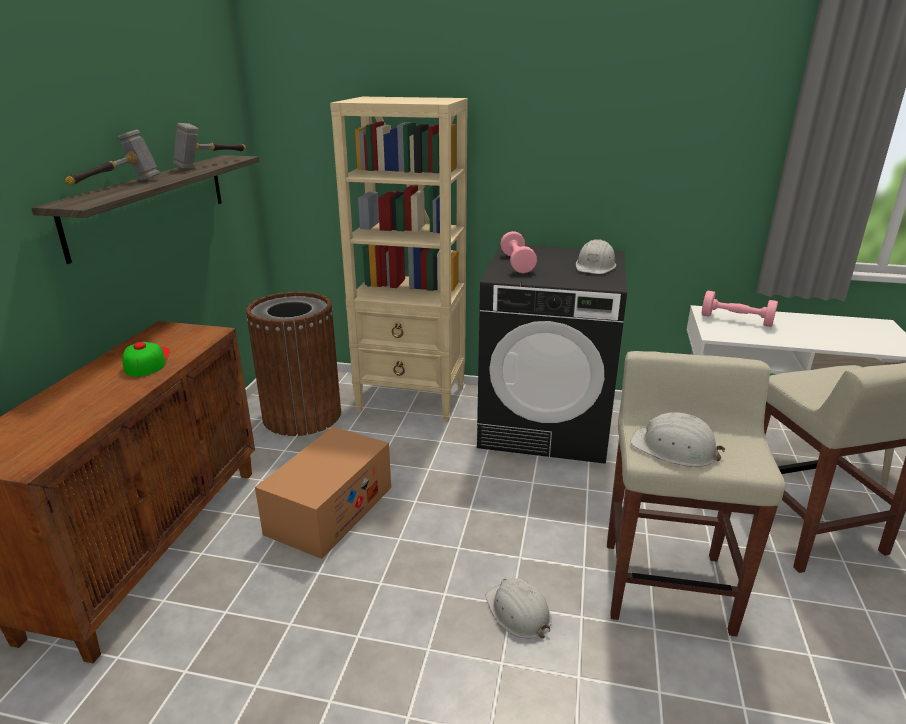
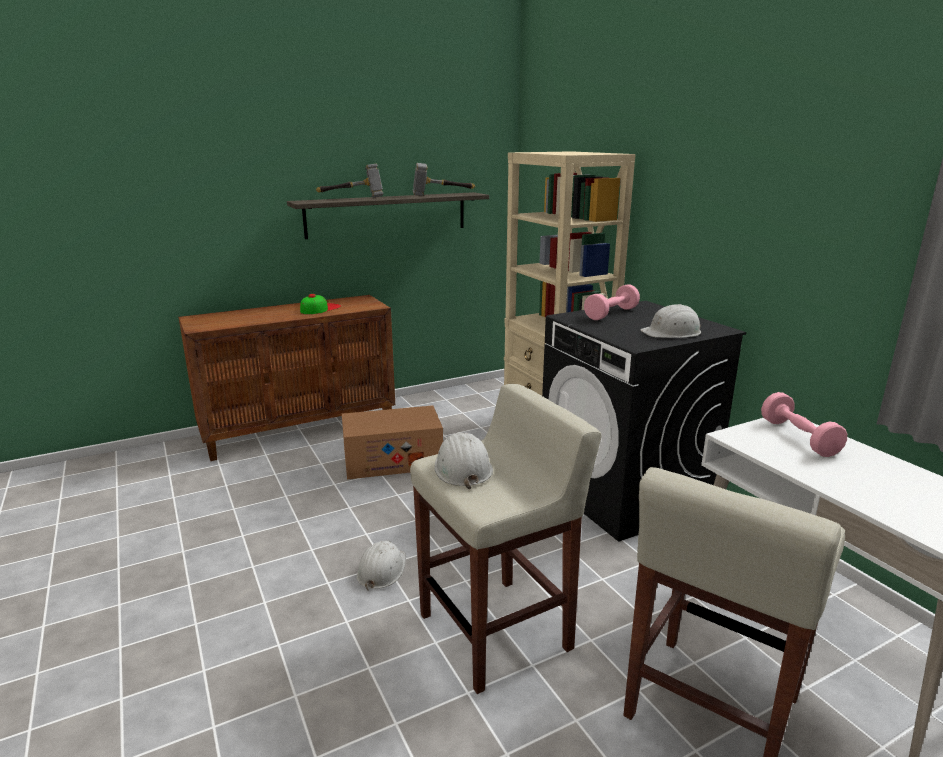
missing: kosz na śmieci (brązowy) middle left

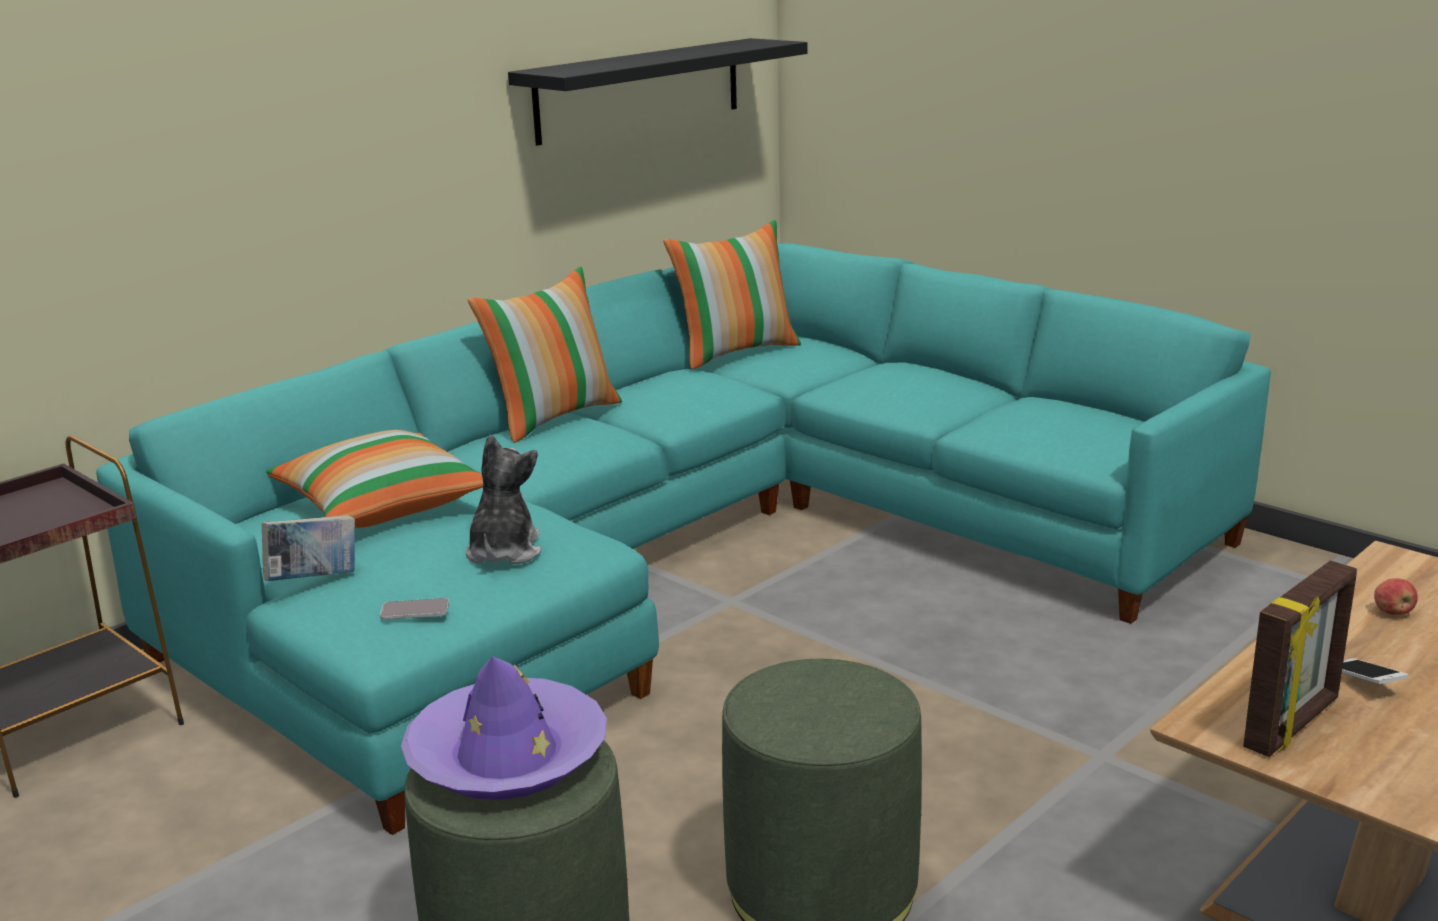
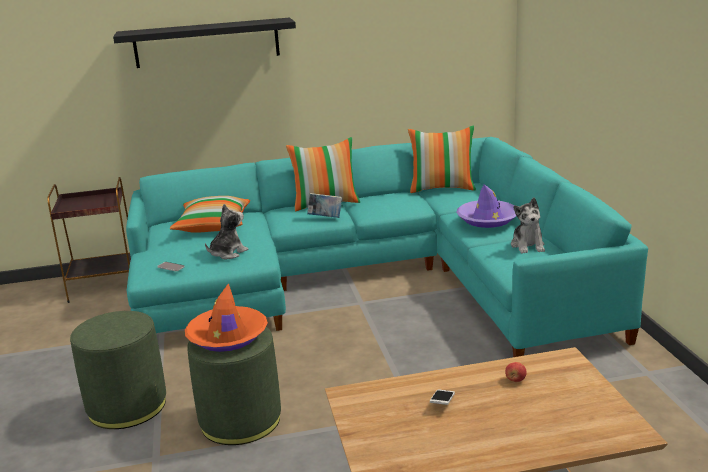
missing: ramka na zdjęcie bottom right
appeared: kapelusz (pomarańczowy) bottom left; pluszak (no. 2 from left) middle right
relocated: półka (czarny) top centre to top left; książka middle left to centre; kapelusz (fioletowy) bottom centre to middle right

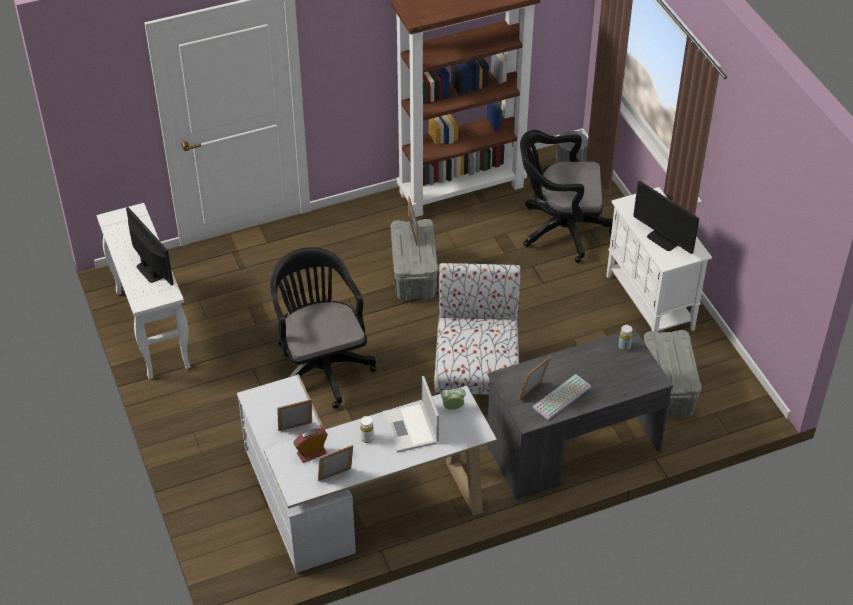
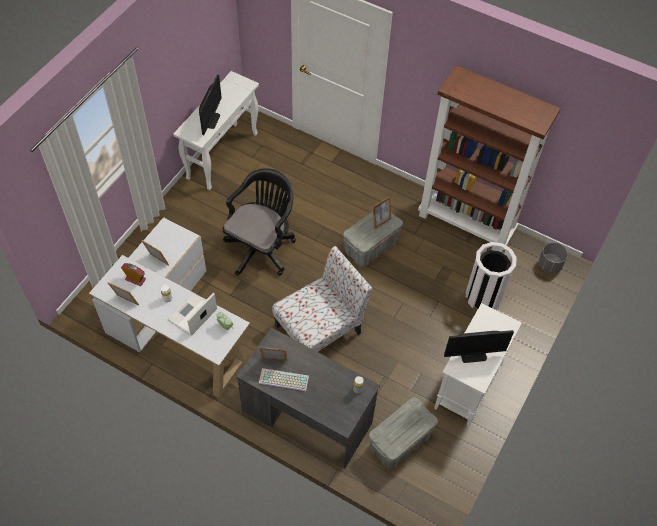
exchanged: krzesło biurowe (czarny) (no. 2 from left) top centre to kosz na śmieci (biały) middle right
spun: monitor (no. 2 from left) middle right = middle right 105 degrees counterclockwise

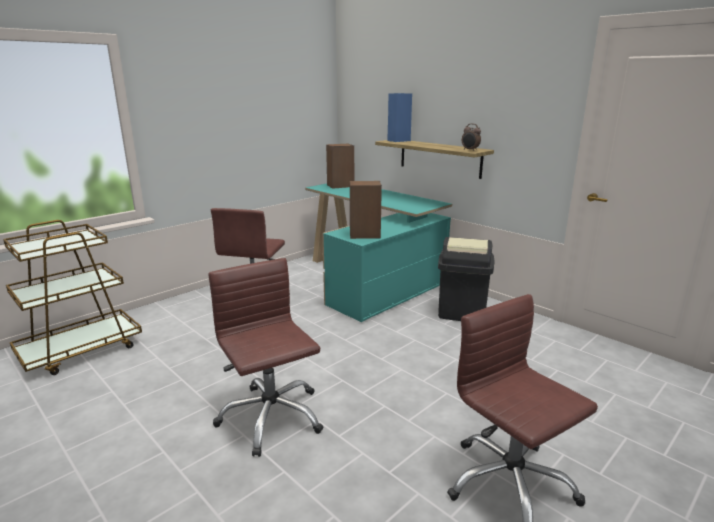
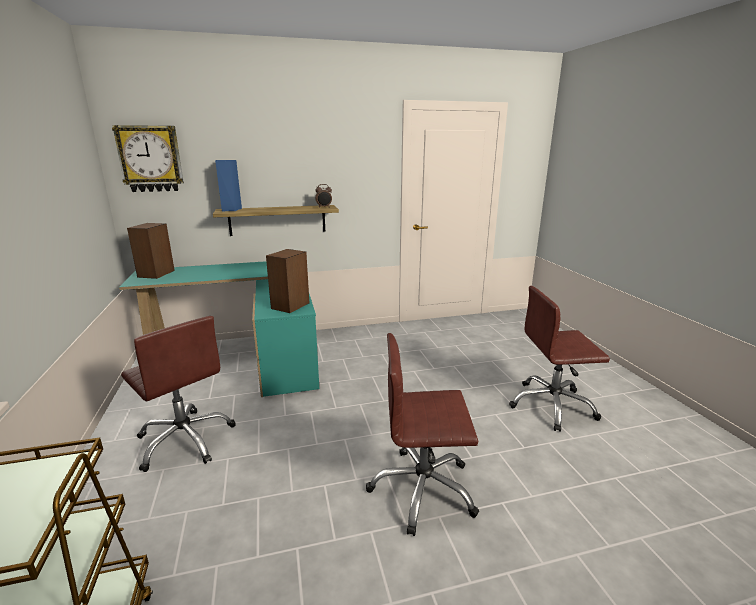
missing: kosz na śmieci (czarny) centre
appeared: zegar ścienny top left

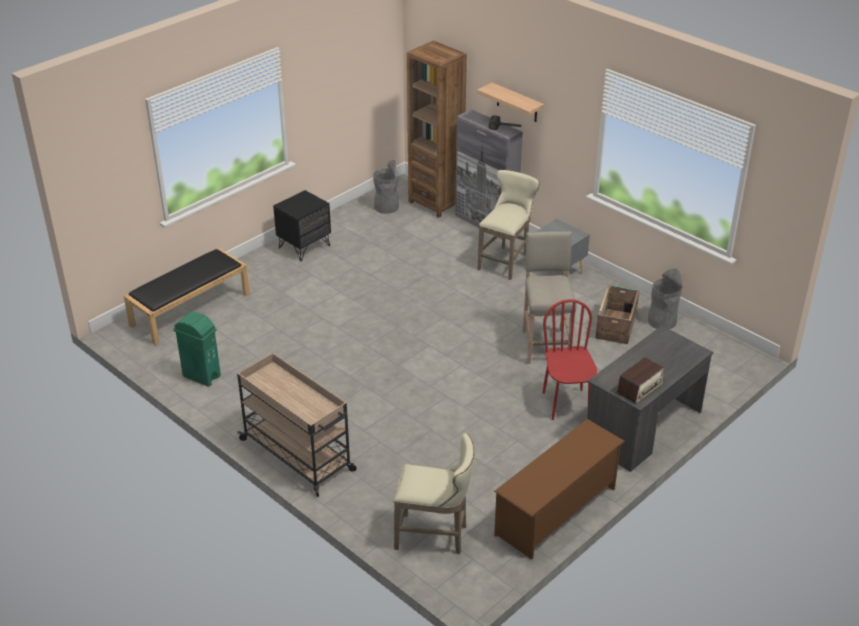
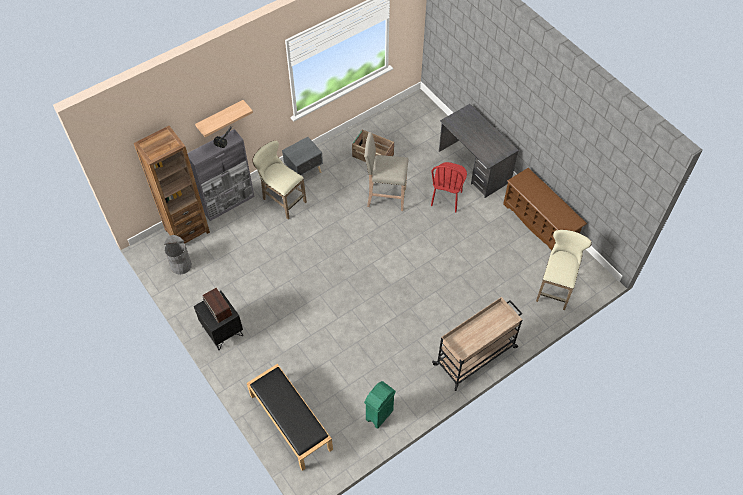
missing: kosz na śmieci (szary) (no. 2 from left) middle right
relocated: radio middle right to middle left
spun: krzesło (czerwony) centre = centre 75 degrees counterclockwise

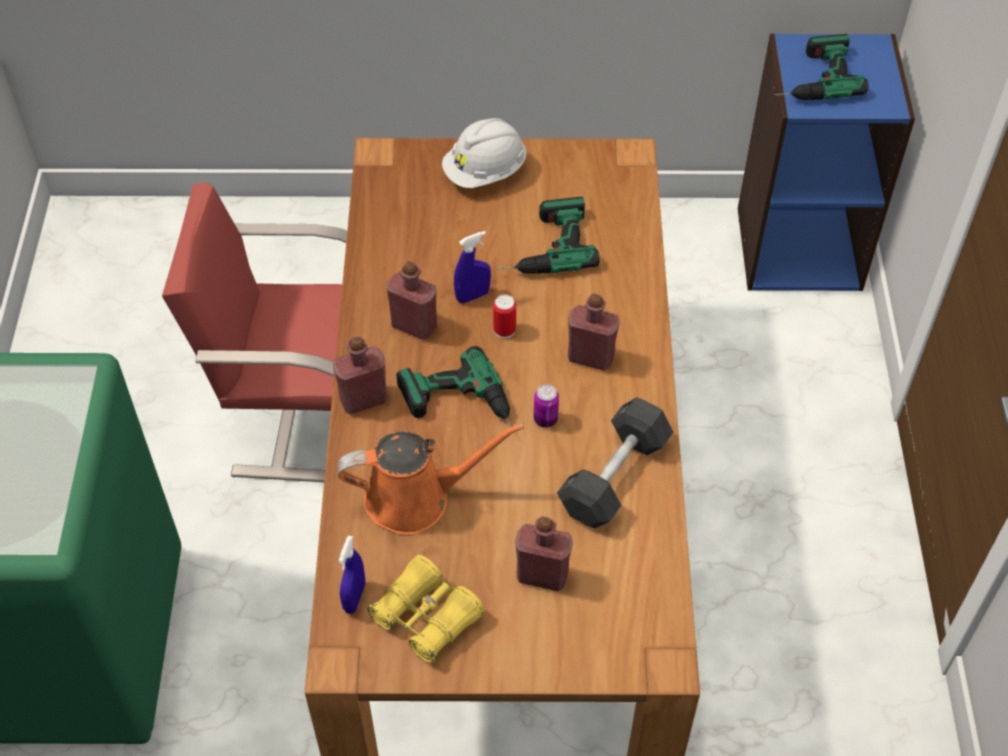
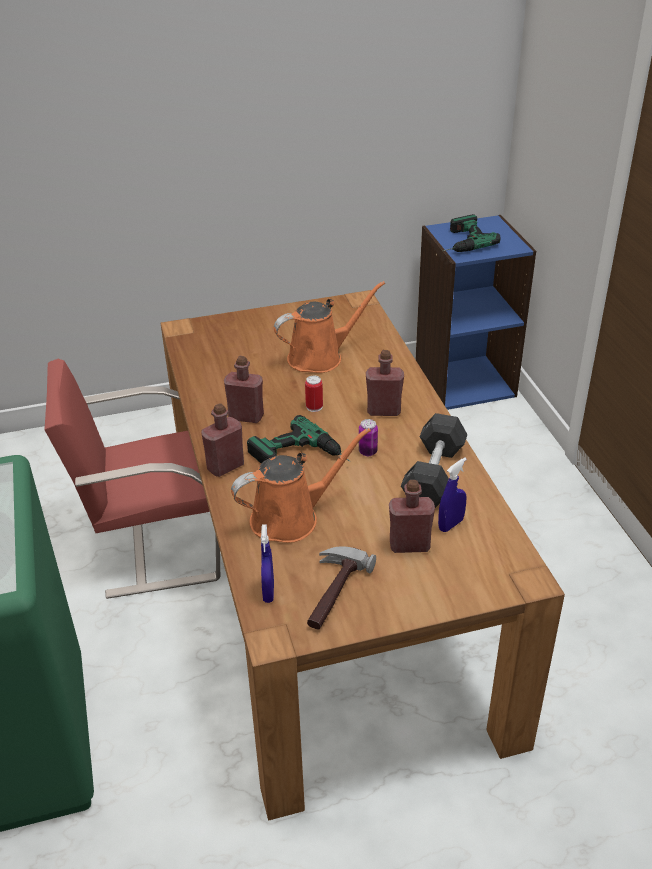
missing: kask (biały) top centre
relocated: spryskiwacz (niebieski) (no. 2 from left) centre to middle right
exchanged: wiertarka (no. 2 from left) top centre to konewka (pomarańczowy) (no. 2 from left) centre; lornetka (żółty) bottom centre to młotek bottom centre

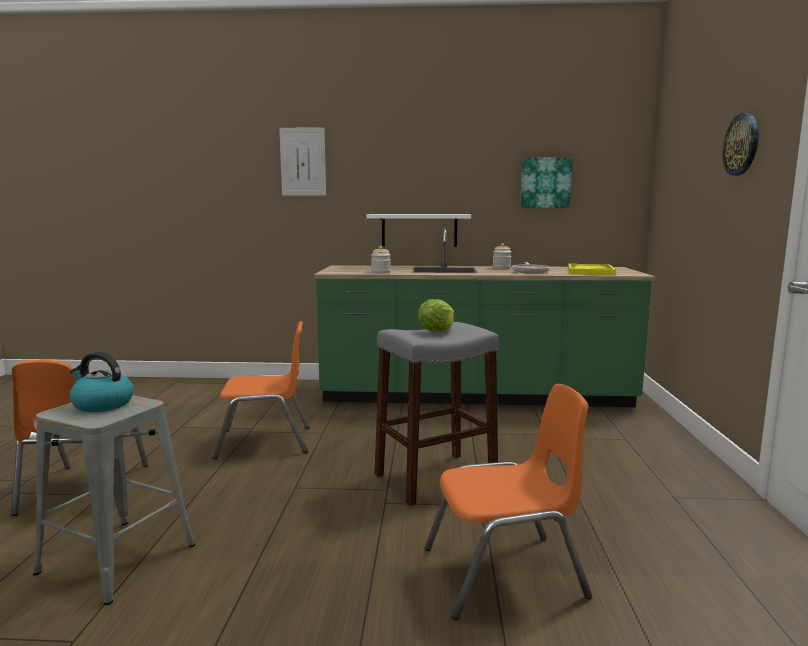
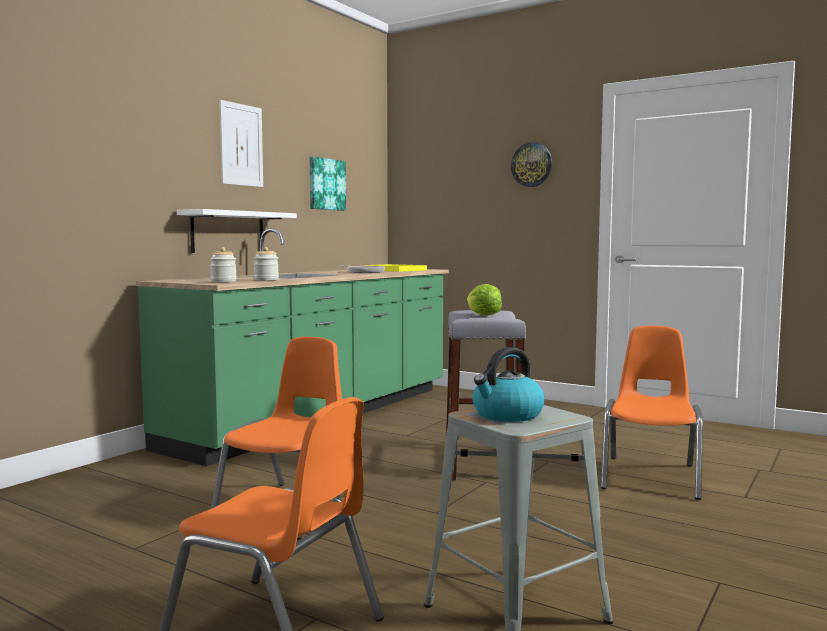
relocated: słoik (no. 2 from left in the first image) centre to słoik (no. 1 from left) middle left; obraz (no. 1 from left) top centre to top left

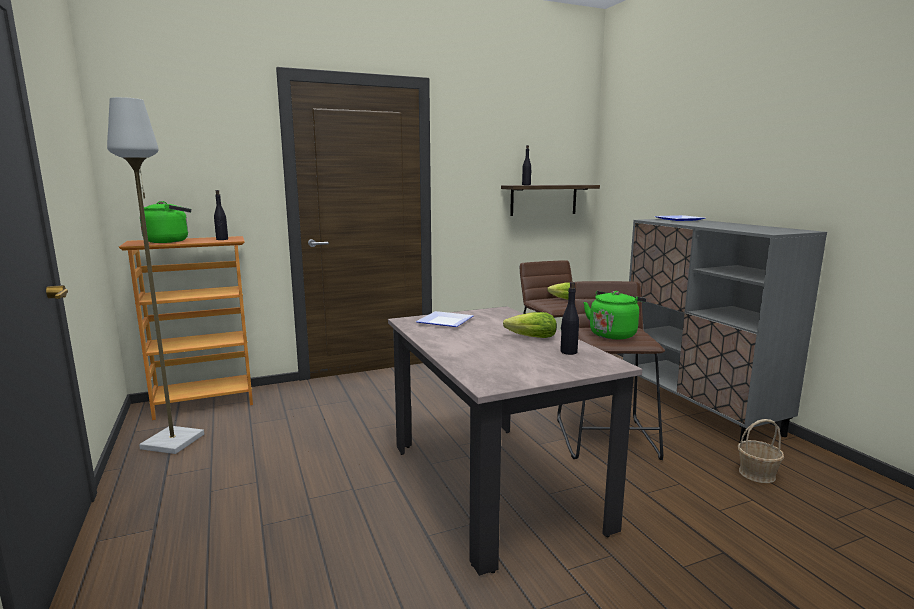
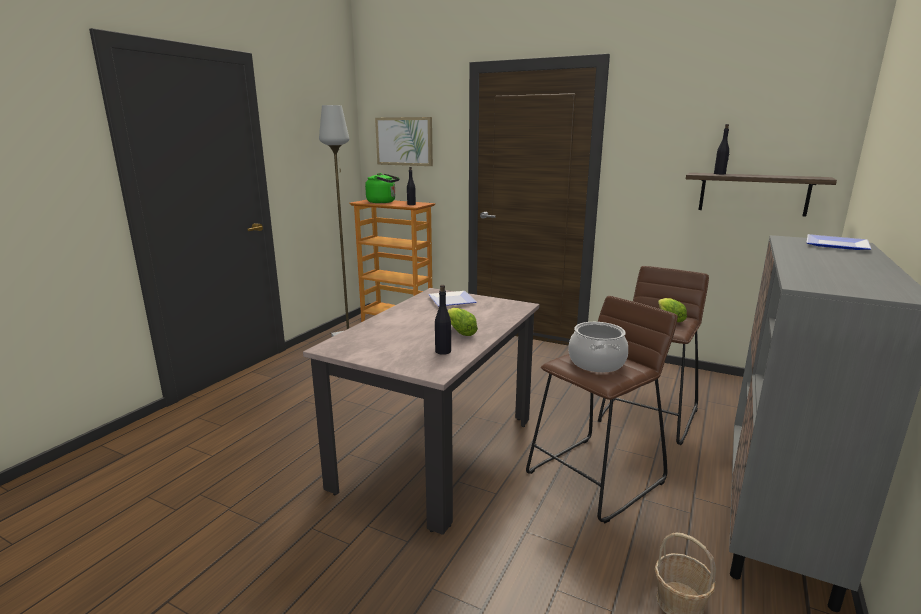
appeared: obraz top centre
exchanged: czajnik (zielony) (no. 2 from left) middle right to garnek centre

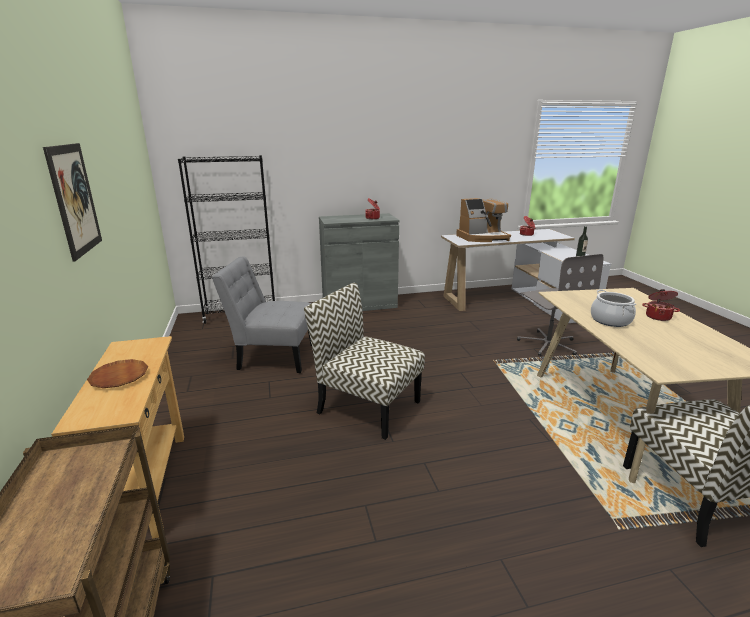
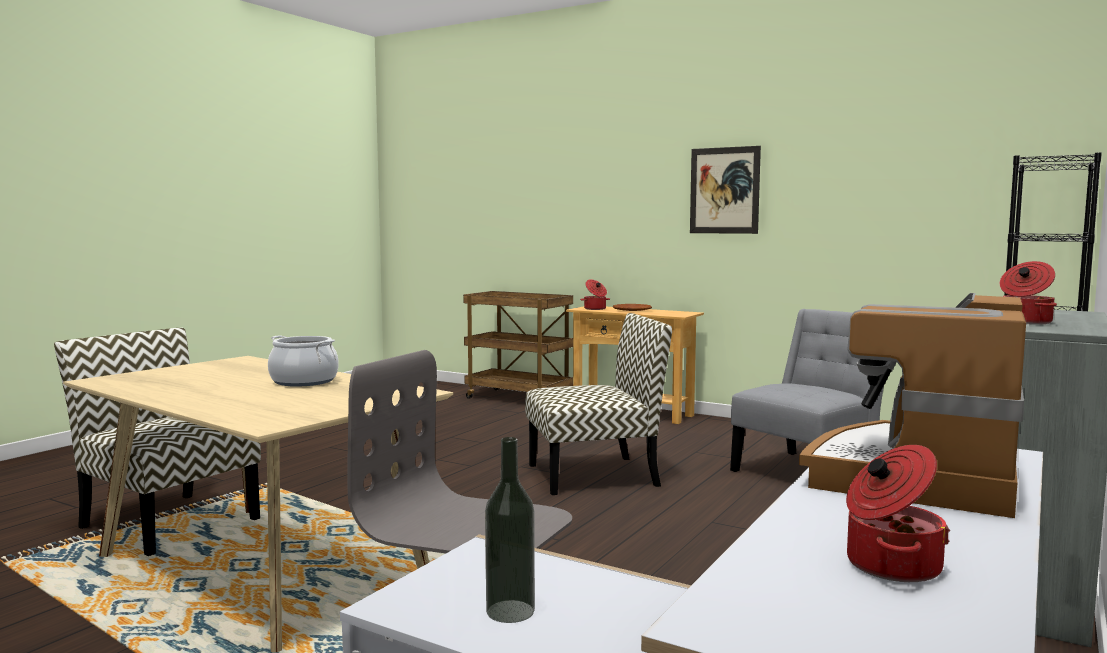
relocated: garnek (no. 4 from left in the first image) middle right to garnek (no. 2 from left) centre

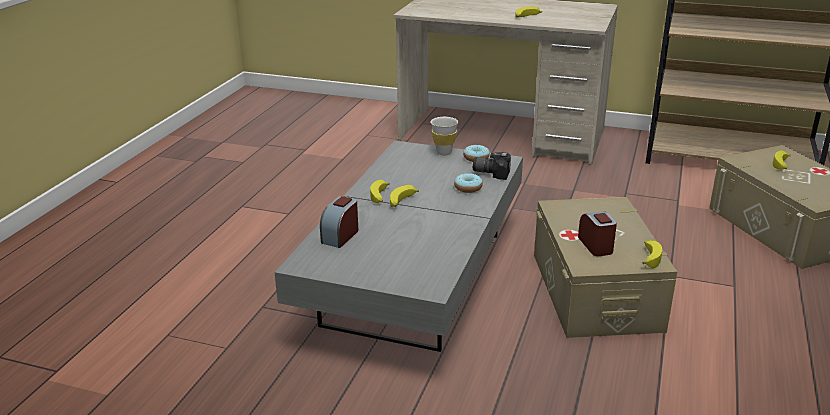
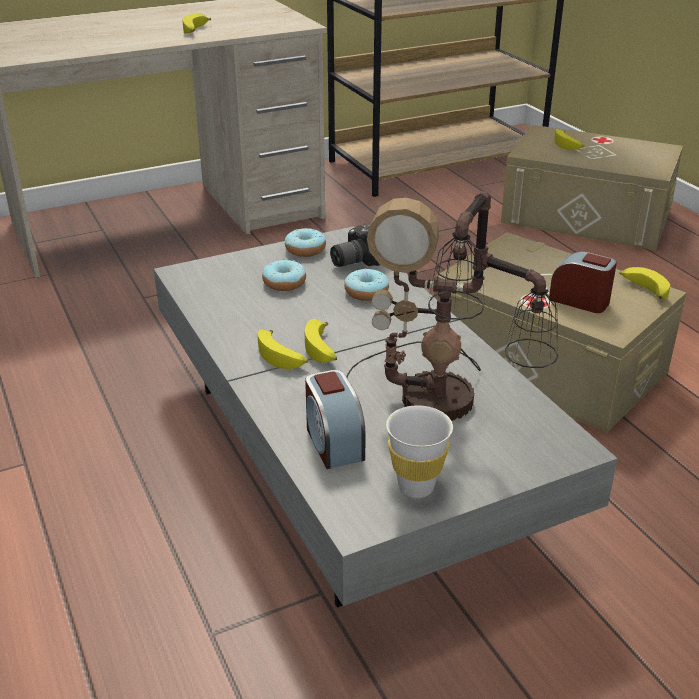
appeared: donut (no. 1 from left) centre; lampa stołowa centre
relocated: filiżanka (biały) top centre to centre

